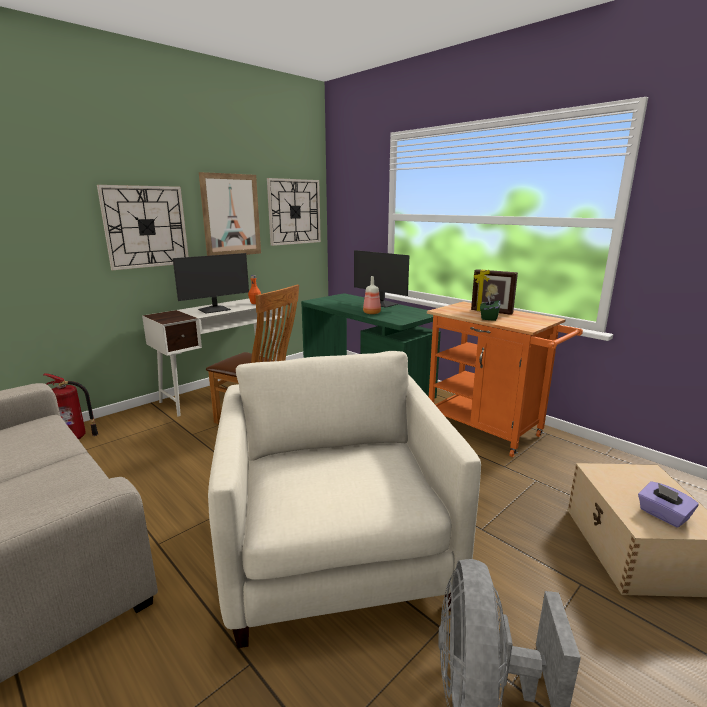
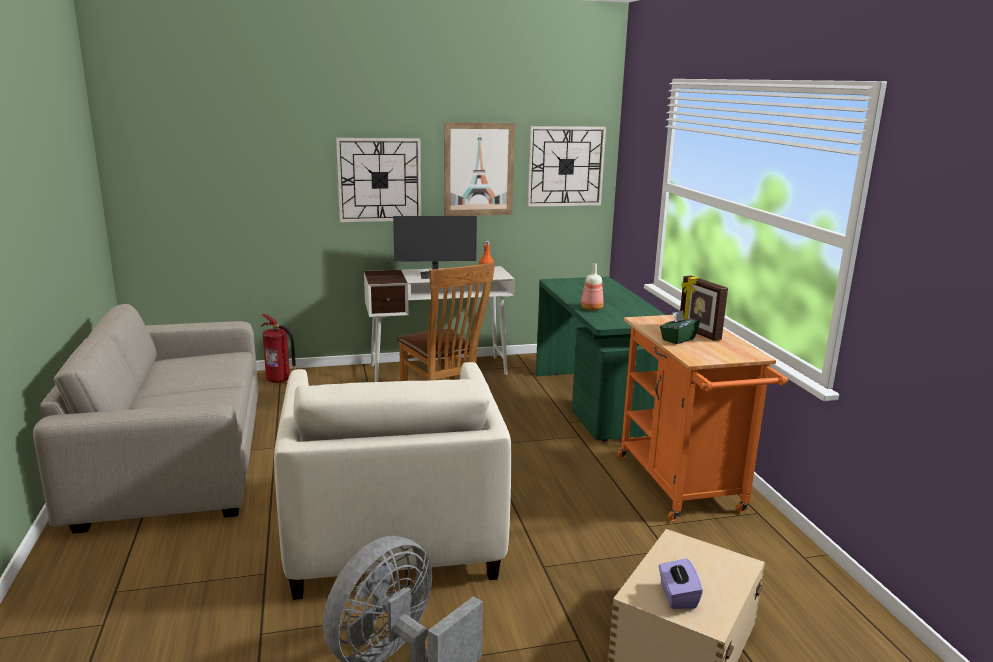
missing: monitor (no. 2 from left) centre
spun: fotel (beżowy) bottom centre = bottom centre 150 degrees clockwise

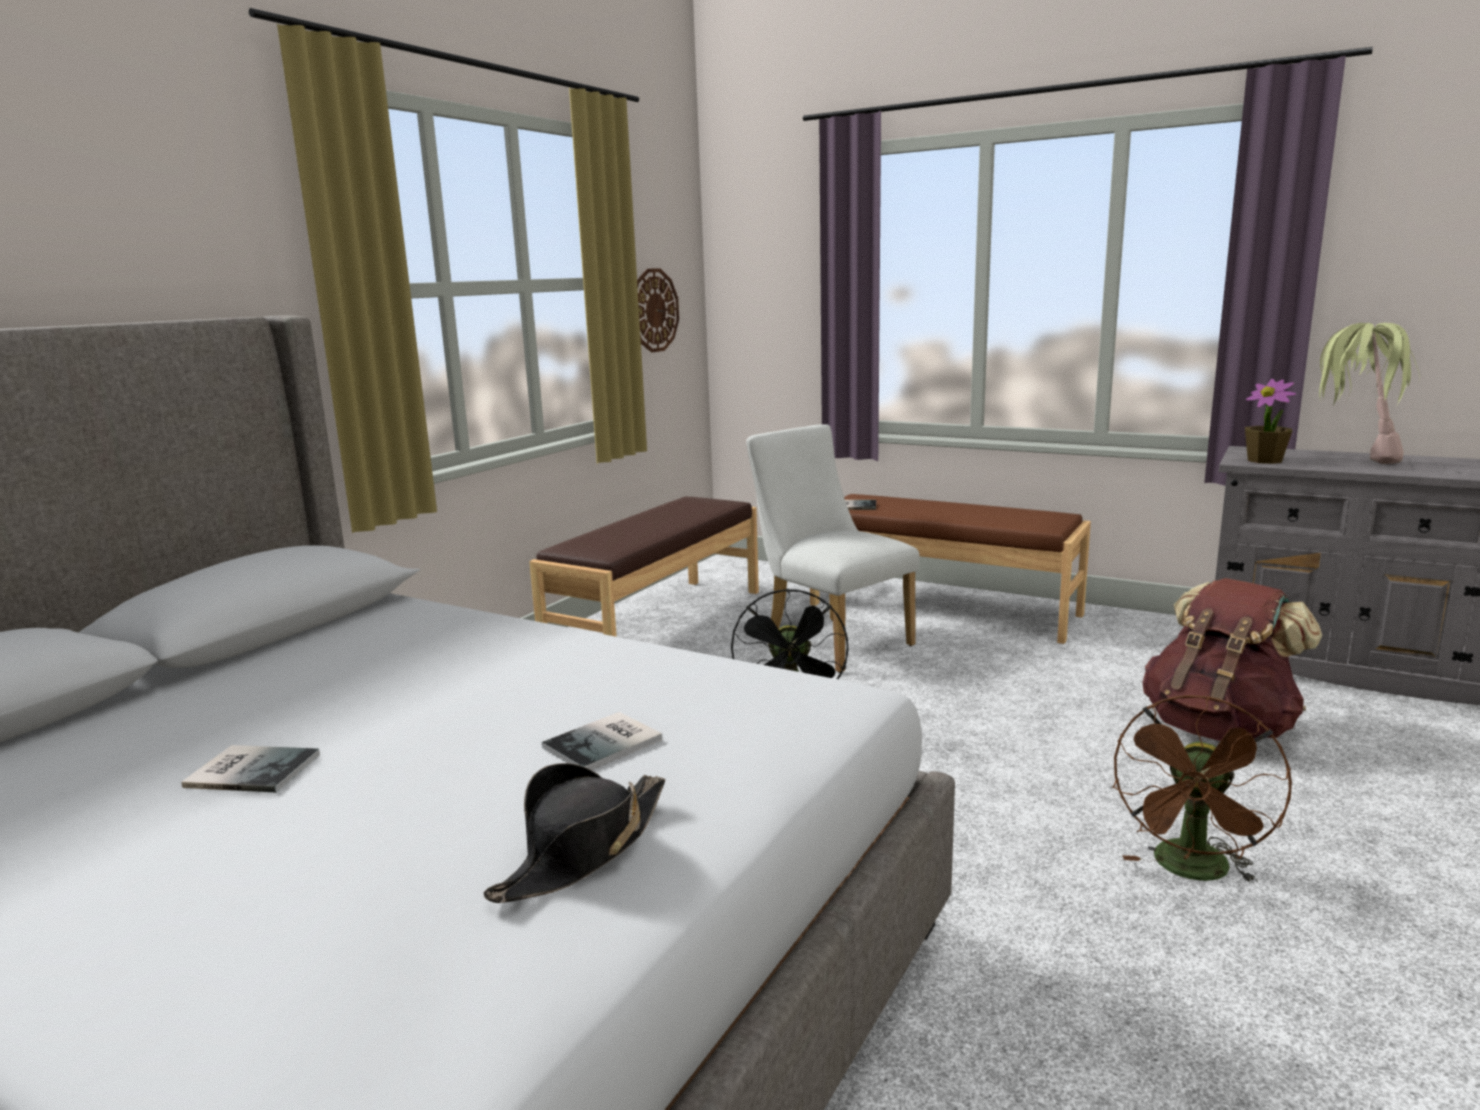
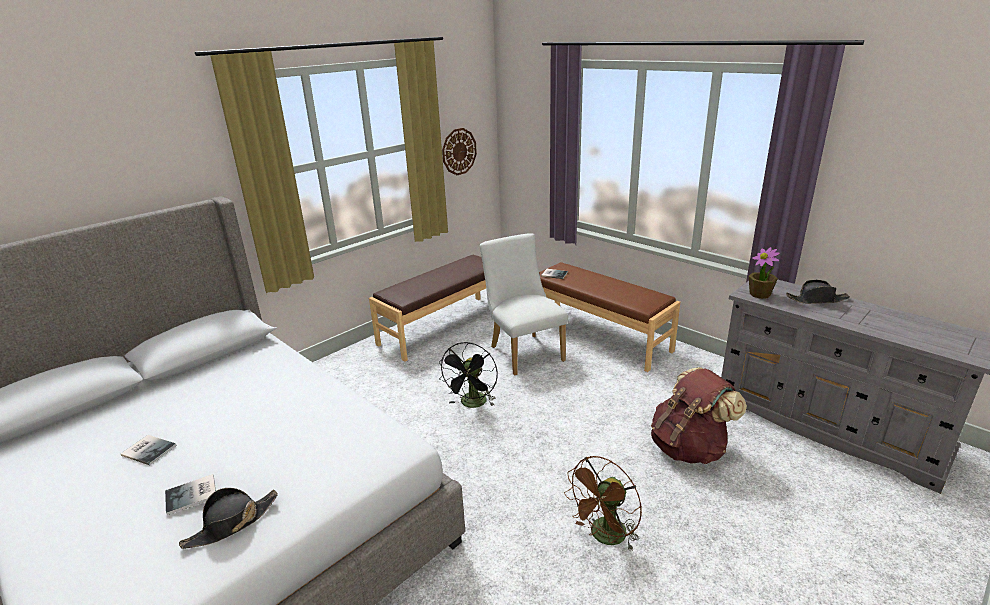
relocated: książka (no. 2 from left) bottom centre to bottom left
exchanged: roślina doniczkowa (no. 2 from left) middle right to kapelusz (czarny) (no. 2 from left) middle right

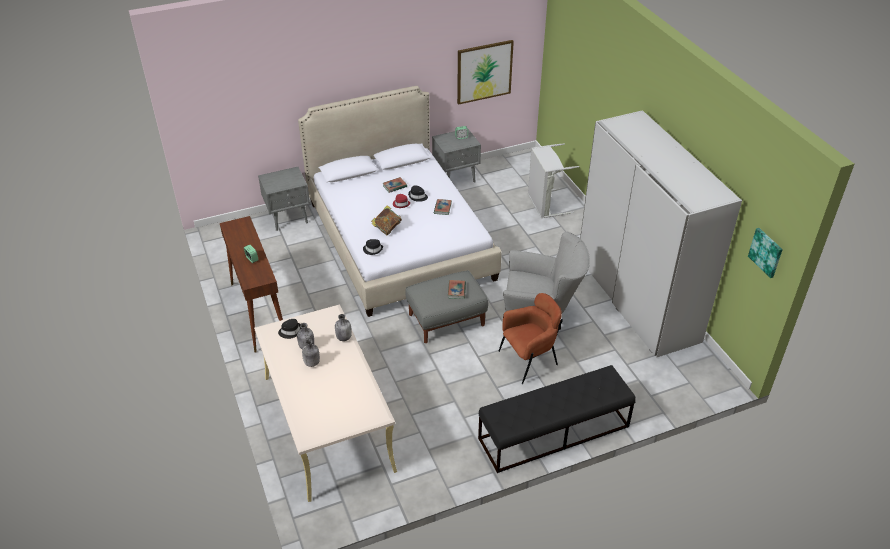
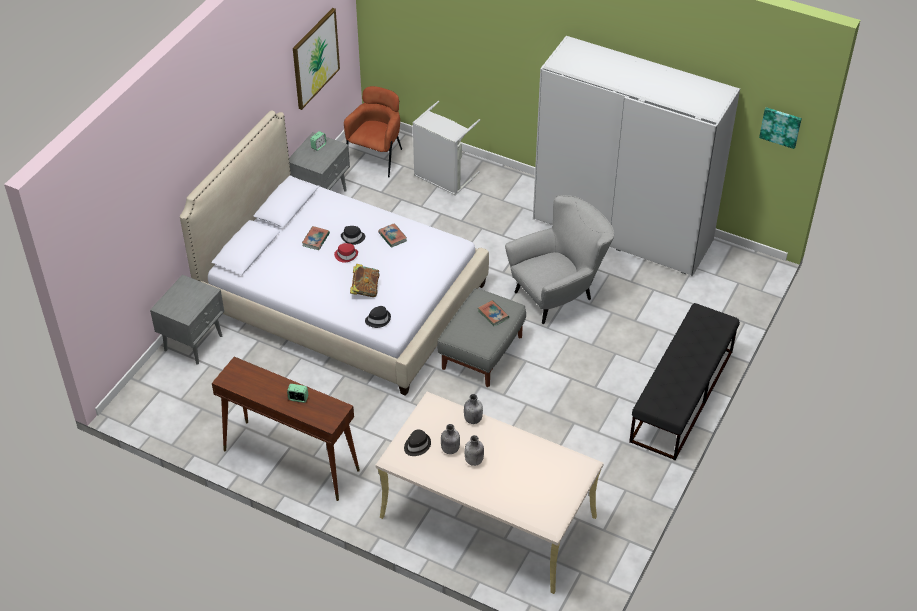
relocated: fotel (brązowy) centre to top centre

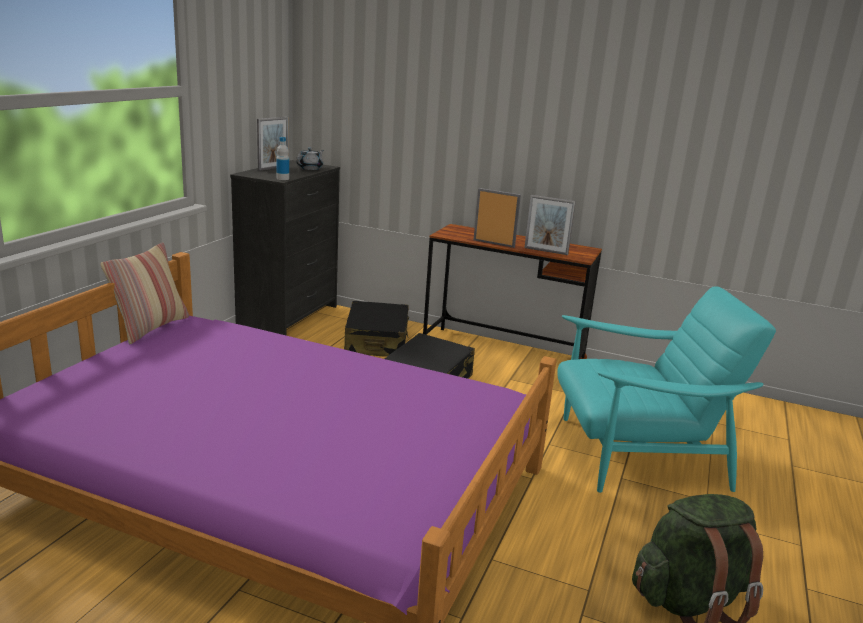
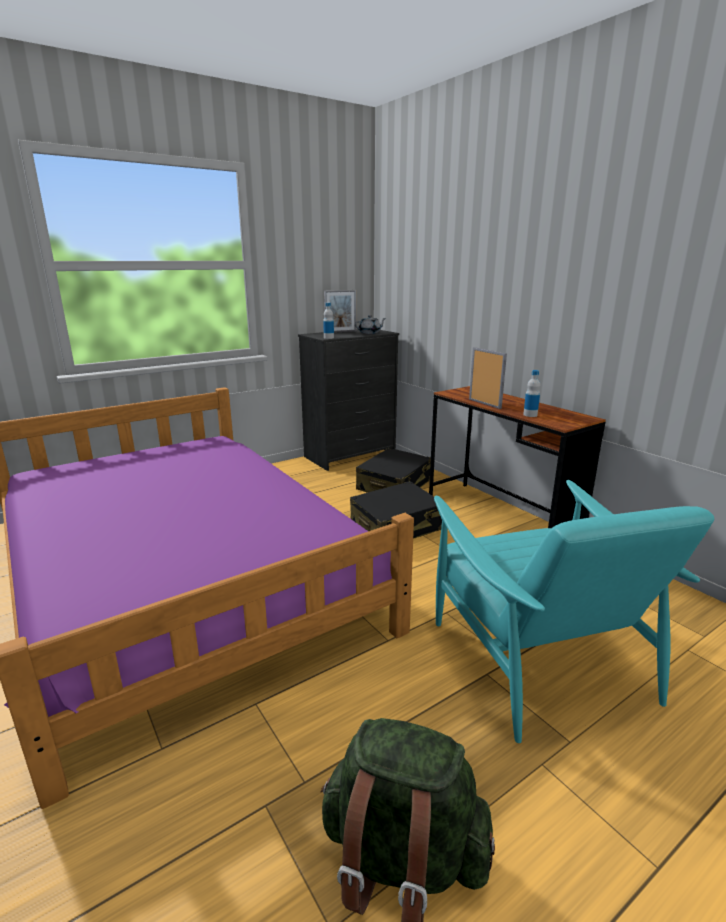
missing: poduszka middle left
exchanged: ramka na zdjęcie (no. 3 from left) centre to butelka (no. 2 from left) middle right
spun: fotel (turkusowy) middle right = middle right 45 degrees clockwise

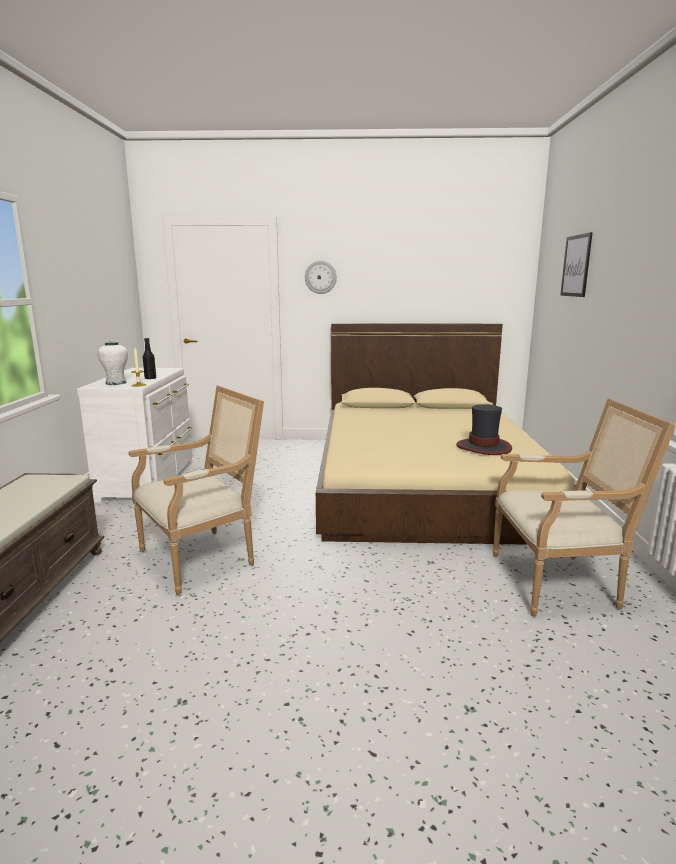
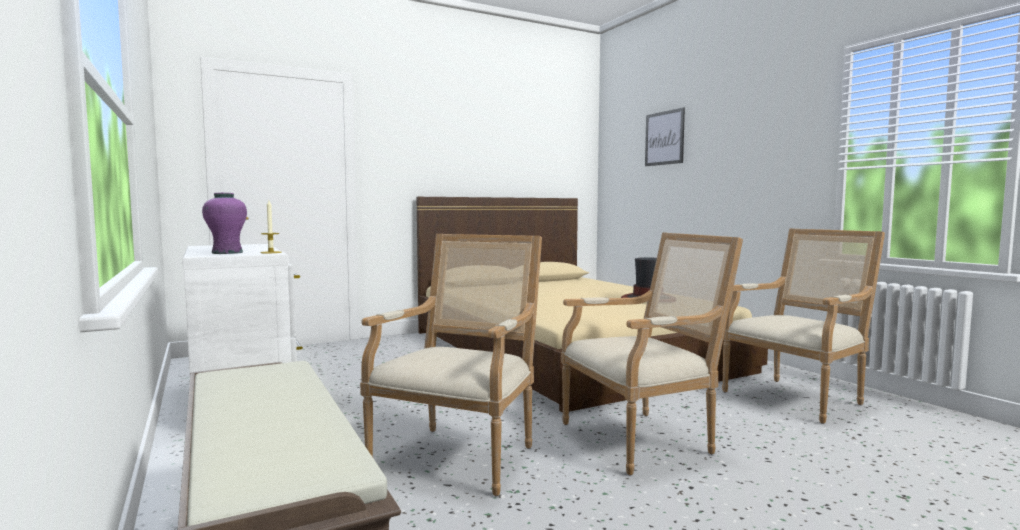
missing: butelka (czarny) middle left; zegar ścienny top centre
appeared: fotel (no. 2 from left) centre
colour: wazon (biały) middle left to wazon (fioletowy) middle left

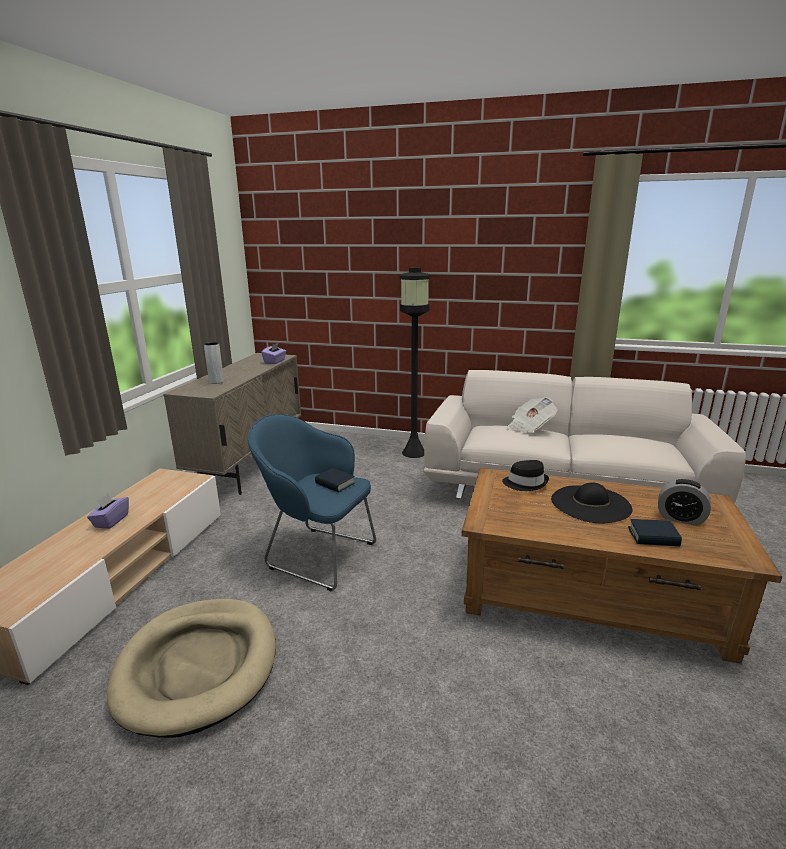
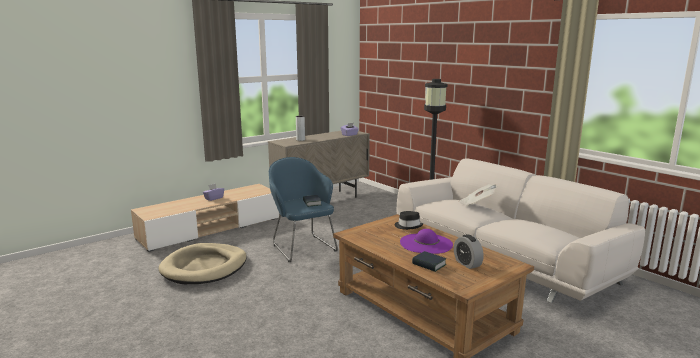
colour: kapelusz (czarny) (no. 2 from left) middle right to kapelusz (fioletowy) bottom centre

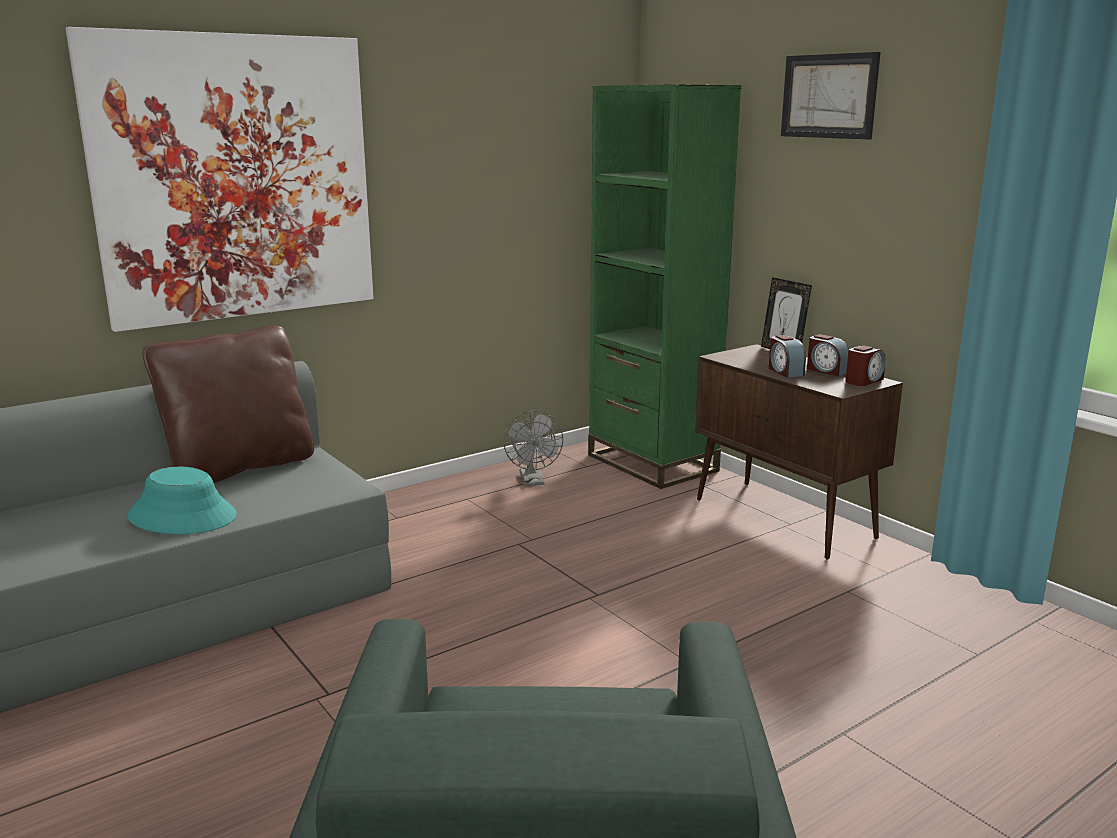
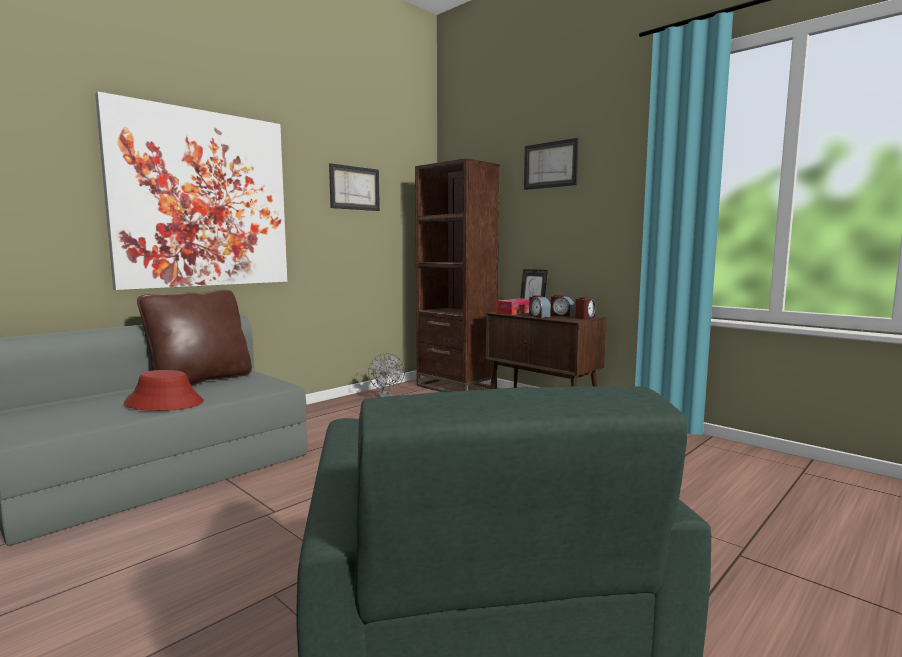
appeared: obraz (no. 2 from left) top centre; pudełko chusteczek centre
colour: kapelusz (turkusowy) middle left to kapelusz (czerwony) middle left; regał (zielony) centre to regał (brązowy) centre

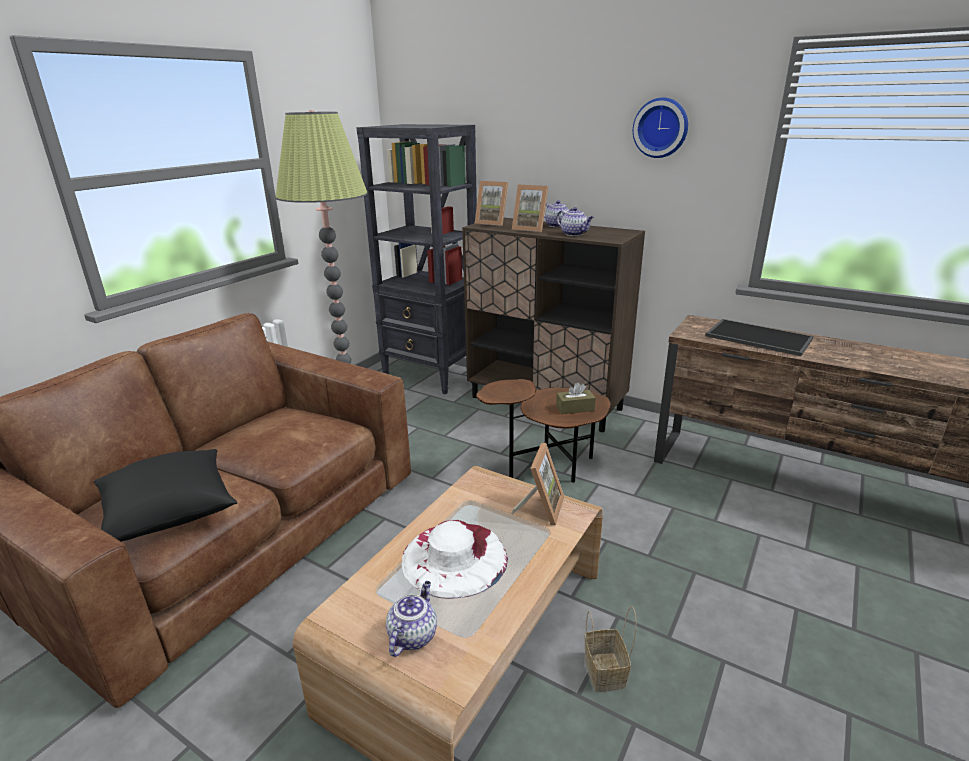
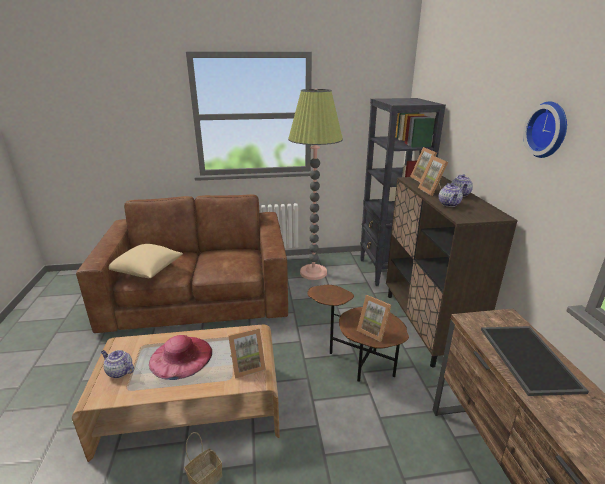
exchanged: pudełko chusteczek (brązowy) centre to ramka na zdjęcie (no. 2 from left) centre
colour: poduszka (czarny) middle left to poduszka (beżowy) middle left; kapelusz (biały) bottom centre to kapelusz (różowy) bottom left
spun: imbryk (no. 1 from left) bottom centre = bottom left 135 degrees counterclockwise

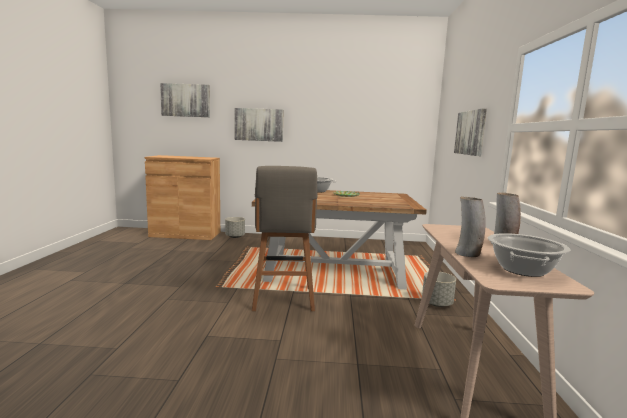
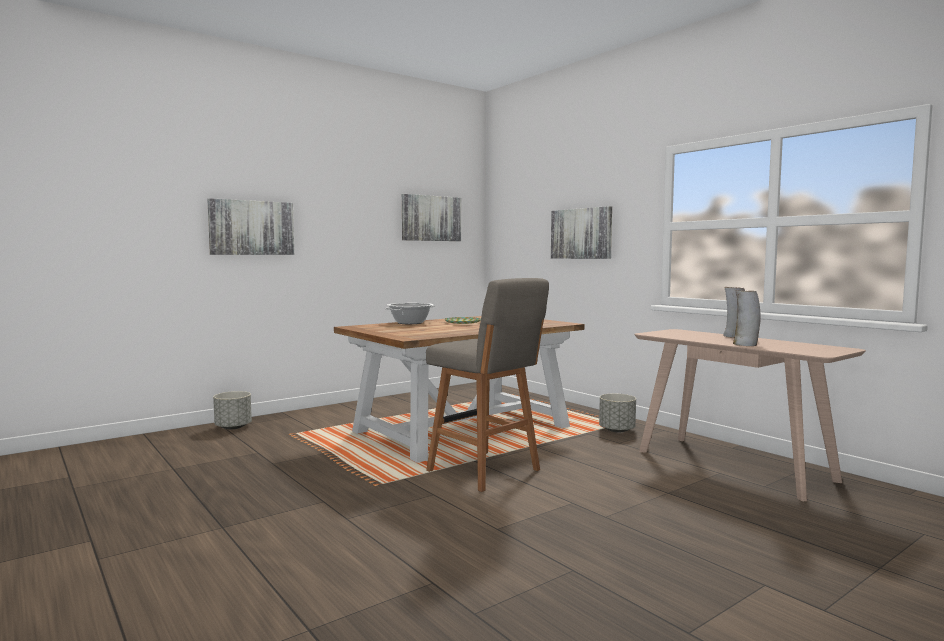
missing: szafka (brązowy) middle left; garnek (no. 2 from left) middle right
relocated: obraz (no. 1 from left in the first image) top left to obraz (no. 2 from left) centre

